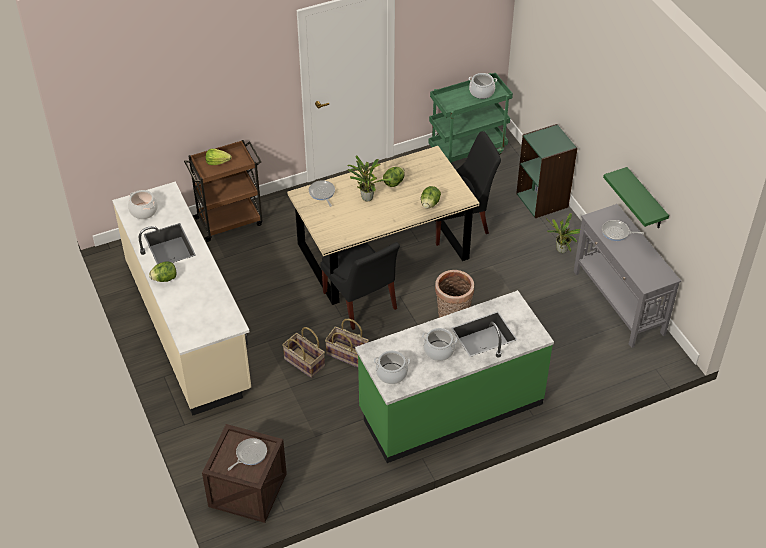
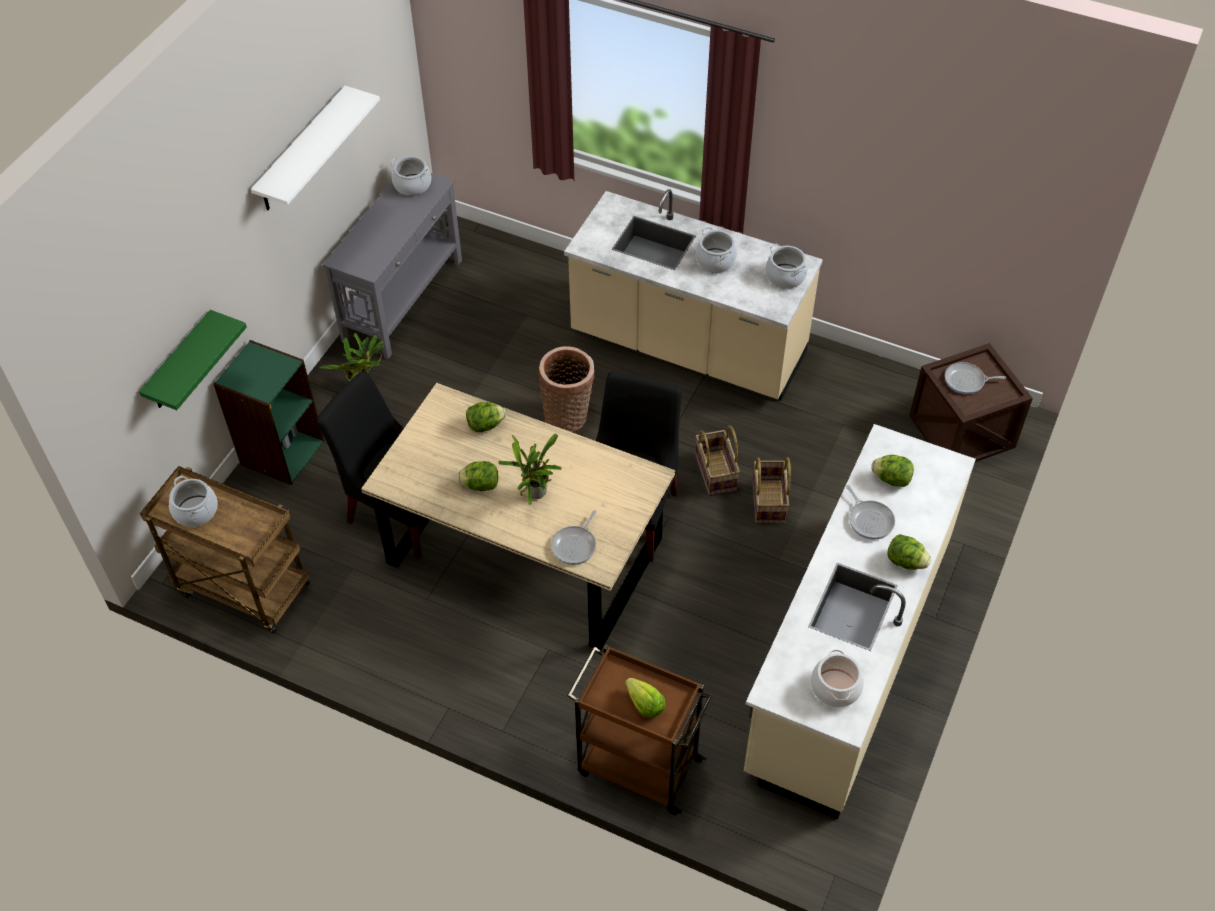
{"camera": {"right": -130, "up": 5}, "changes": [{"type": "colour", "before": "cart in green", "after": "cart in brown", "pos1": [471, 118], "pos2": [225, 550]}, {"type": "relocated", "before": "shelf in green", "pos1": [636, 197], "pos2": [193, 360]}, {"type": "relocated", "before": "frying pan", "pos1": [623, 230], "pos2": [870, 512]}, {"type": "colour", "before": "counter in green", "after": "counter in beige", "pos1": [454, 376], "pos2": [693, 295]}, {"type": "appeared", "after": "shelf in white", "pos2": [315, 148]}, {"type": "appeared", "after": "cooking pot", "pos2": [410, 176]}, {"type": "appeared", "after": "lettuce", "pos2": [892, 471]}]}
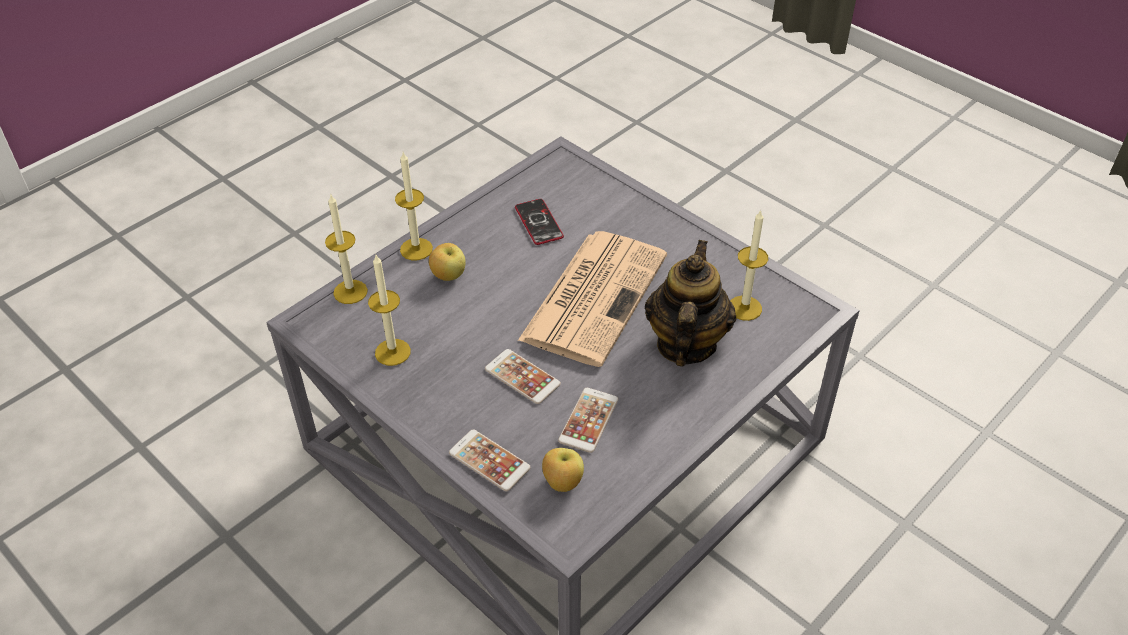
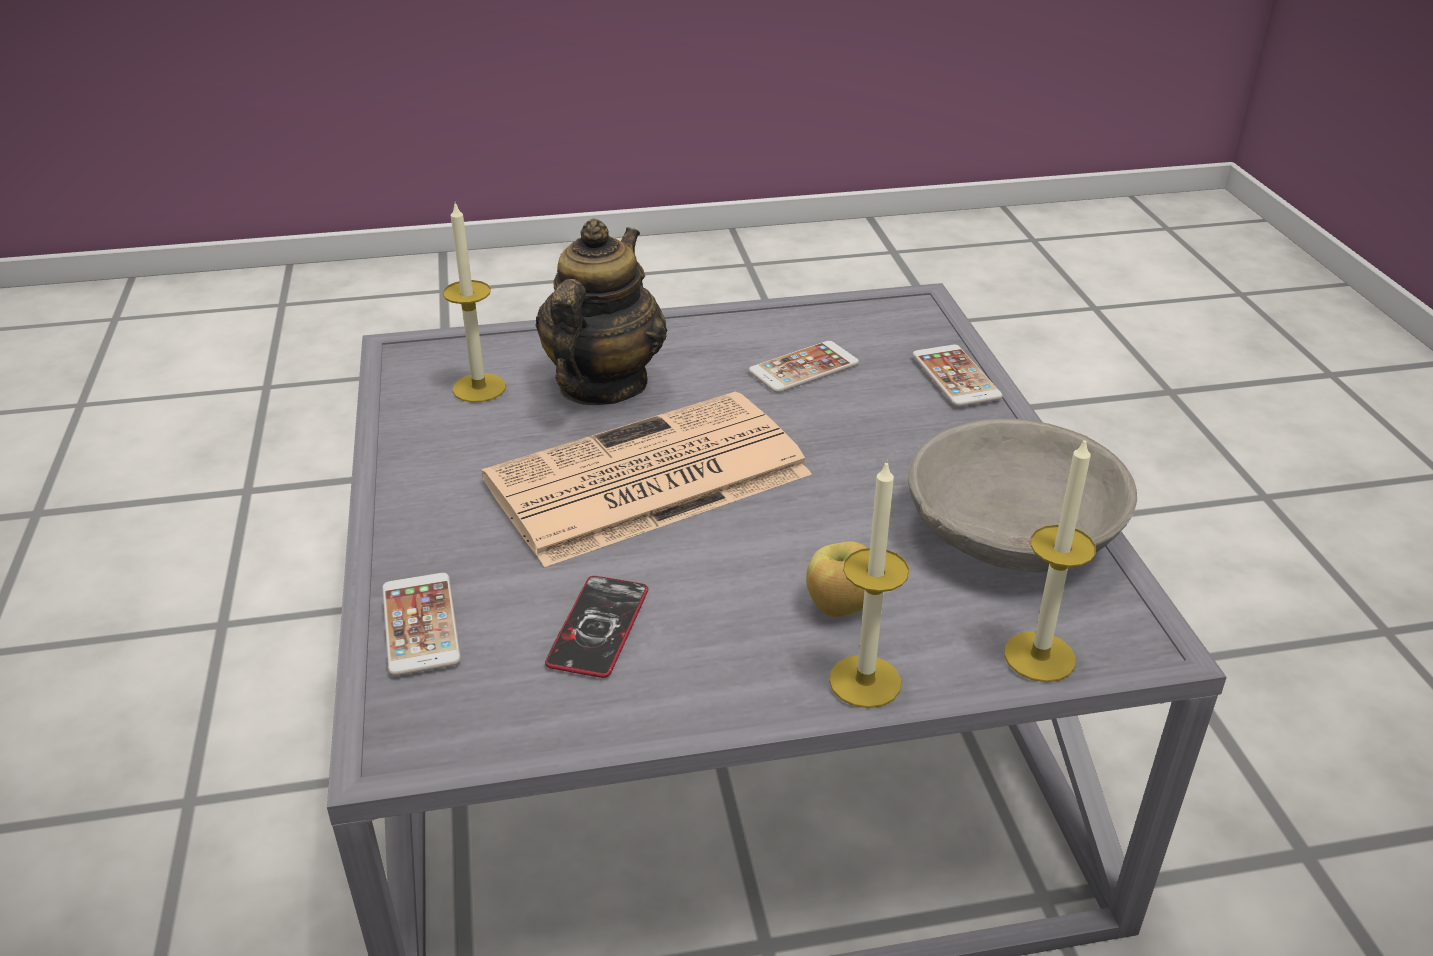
{"camera": {"right": -145, "up": -10}, "changes": [{"type": "spun", "before": "teapot", "pos1": [690, 303], "pos2": [601, 312], "turn": 150}, {"type": "exchanged", "before": "candle", "after": "bowl in grey", "pos1": [389, 310], "pos2": [1022, 495]}, {"type": "relocated", "before": "phone", "pos1": [523, 376], "pos2": [421, 624]}, {"type": "missing", "before": "apple", "pos1": [563, 470]}]}
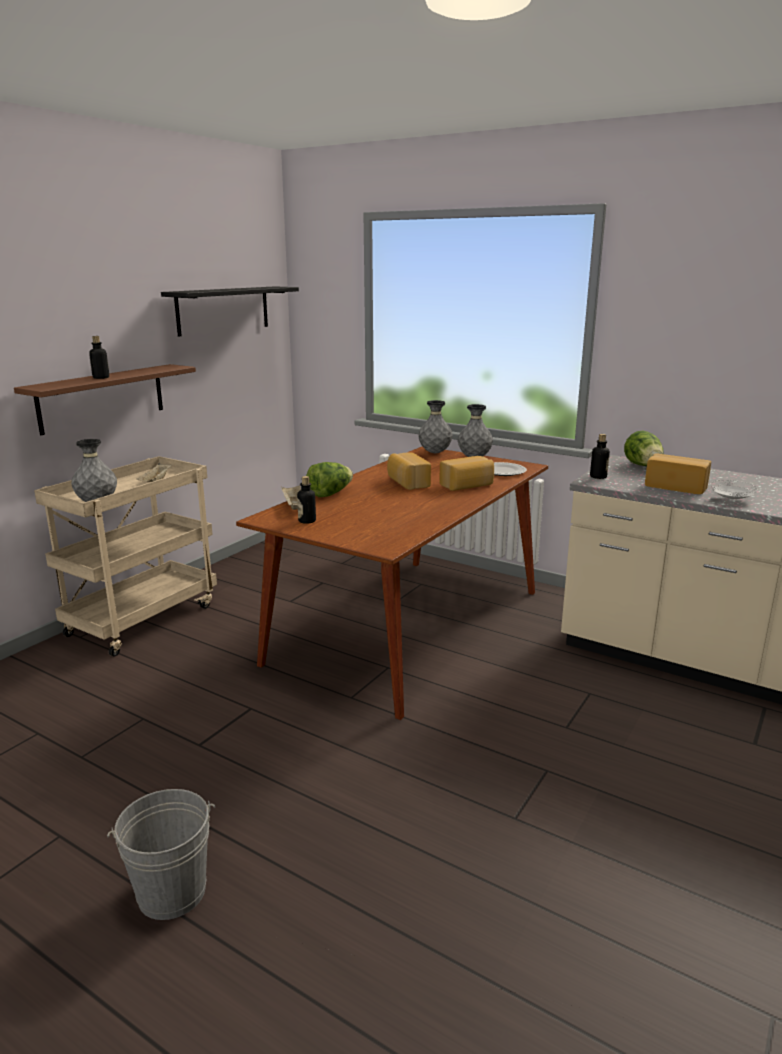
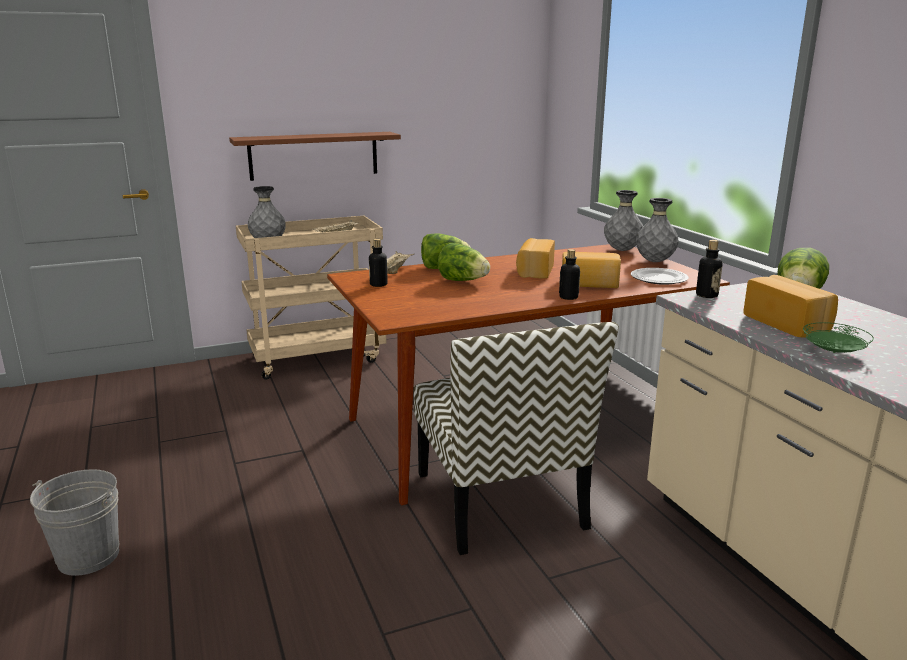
{"camera": {"right": 35, "up": 0}, "changes": [{"type": "missing", "before": "shelf in black", "pos1": [230, 312]}, {"type": "relocated", "before": "bottle", "pos1": [99, 357], "pos2": [569, 274]}, {"type": "colour", "before": "plate in white", "after": "plate in green", "pos1": [734, 490], "pos2": [838, 337]}, {"type": "appeared", "after": "lettuce", "pos2": [464, 262]}, {"type": "appeared", "after": "chair", "pos2": [516, 438]}]}
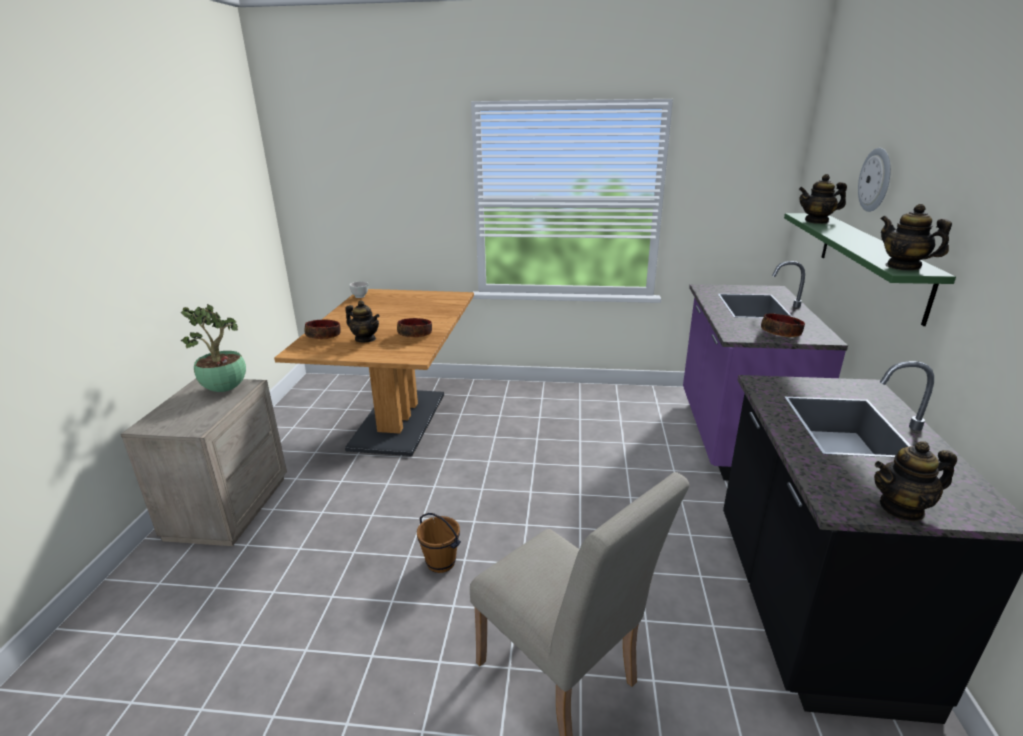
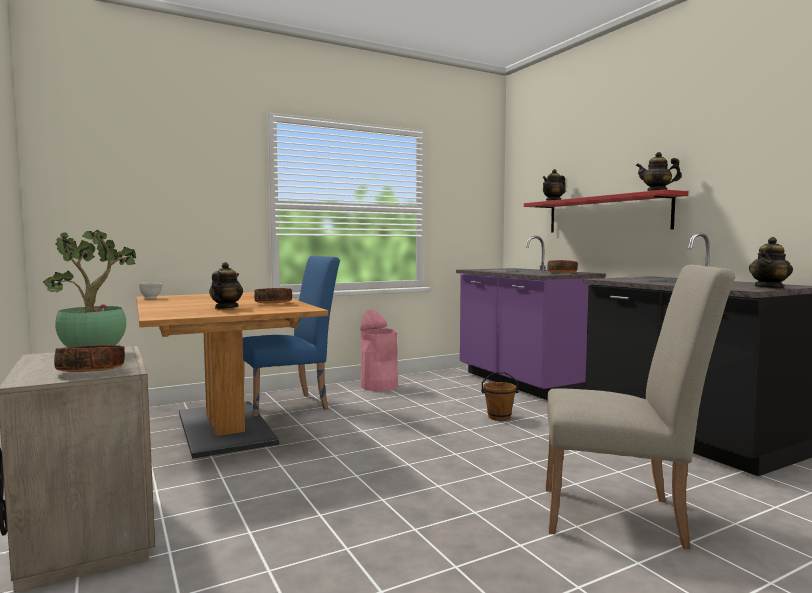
{"camera": {"right": -35, "up": -20}, "changes": [{"type": "missing", "before": "wall clock", "pos1": [874, 180]}, {"type": "colour", "before": "shelf in green", "after": "shelf in red", "pos1": [870, 269], "pos2": [606, 211]}, {"type": "spun", "before": "teapot", "pos1": [362, 321], "pos2": [226, 285], "turn": -75}, {"type": "relocated", "before": "bowl", "pos1": [323, 329], "pos2": [89, 358]}, {"type": "relocated", "before": "bucket in brown", "pos1": [439, 543], "pos2": [500, 396]}, {"type": "appeared", "after": "chair in blue", "pos2": [291, 336]}, {"type": "appeared", "after": "trash can in pink", "pos2": [379, 350]}]}
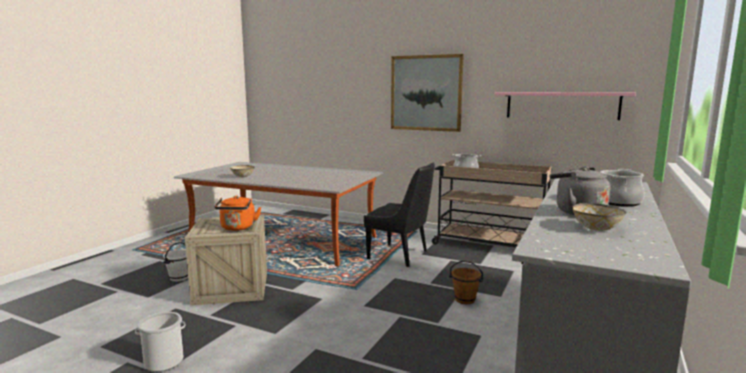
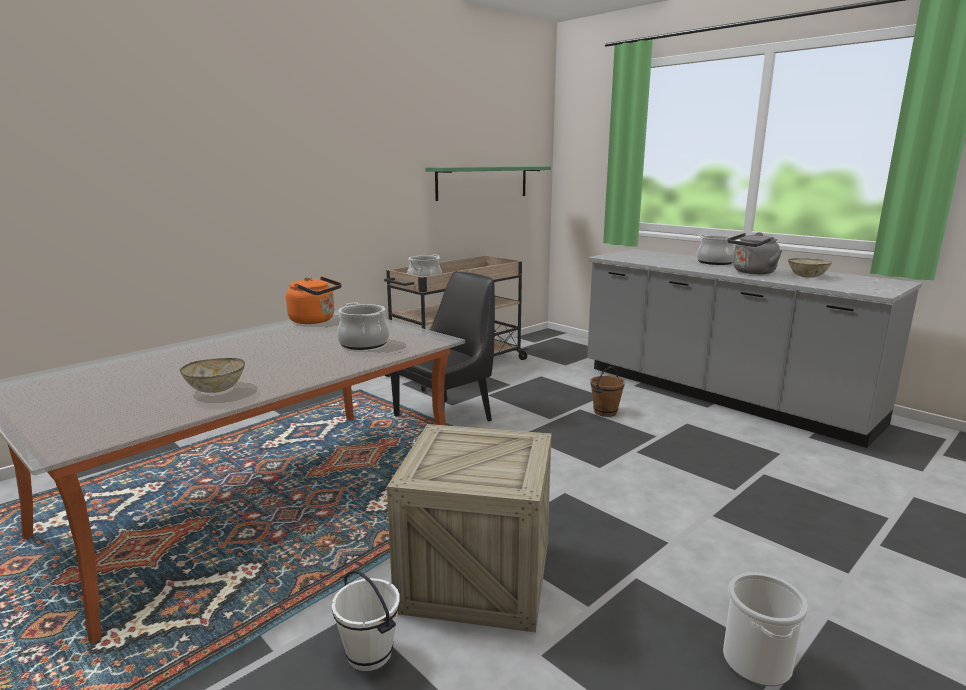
{"camera": {"right": -70, "up": 5}, "changes": [{"type": "missing", "before": "picture", "pos1": [427, 93]}, {"type": "colour", "before": "shelf in pink", "after": "shelf in green", "pos1": [565, 106], "pos2": [488, 183]}, {"type": "relocated", "before": "kettle in orange", "pos1": [238, 213], "pos2": [314, 300]}, {"type": "appeared", "after": "cooking pot", "pos2": [363, 326]}]}
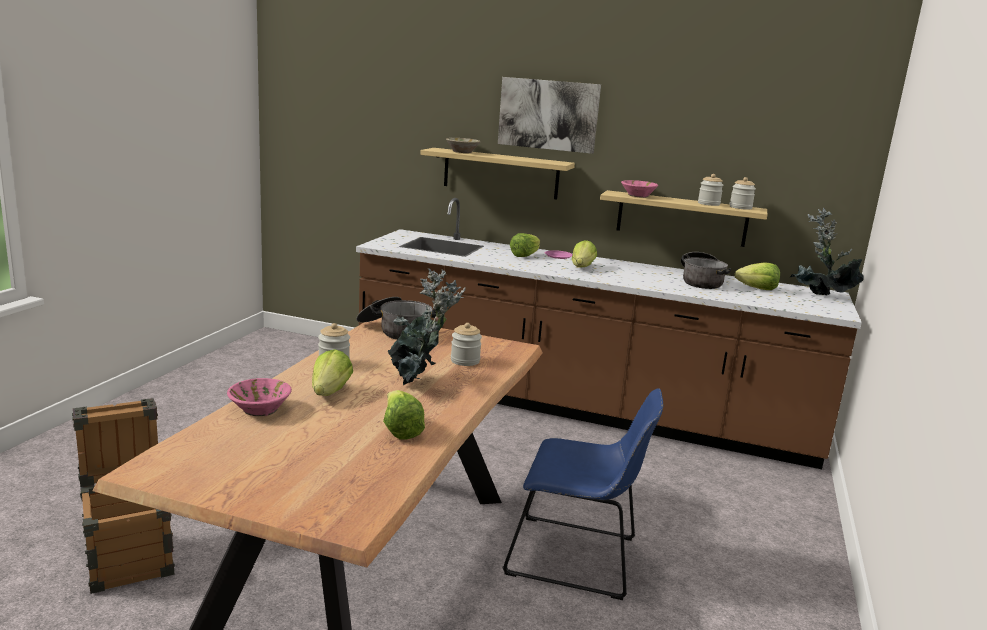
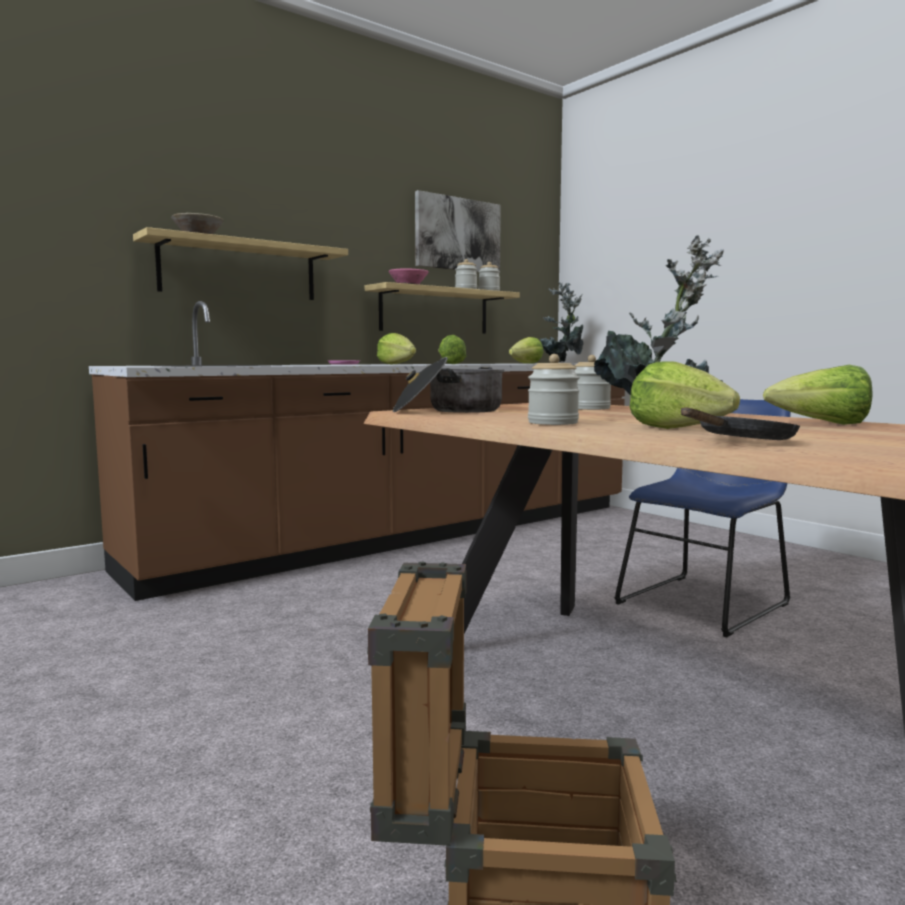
{"camera": {"right": -55, "up": -10}, "changes": [{"type": "relocated", "before": "picture", "pos1": [549, 115], "pos2": [458, 231]}, {"type": "relocated", "before": "lettuce", "pos1": [525, 245], "pos2": [452, 349]}, {"type": "missing", "before": "cooking pot", "pos1": [706, 270]}, {"type": "exchanged", "before": "bowl in pink", "after": "frying pan in black", "pos1": [259, 397], "pos2": [740, 423]}]}
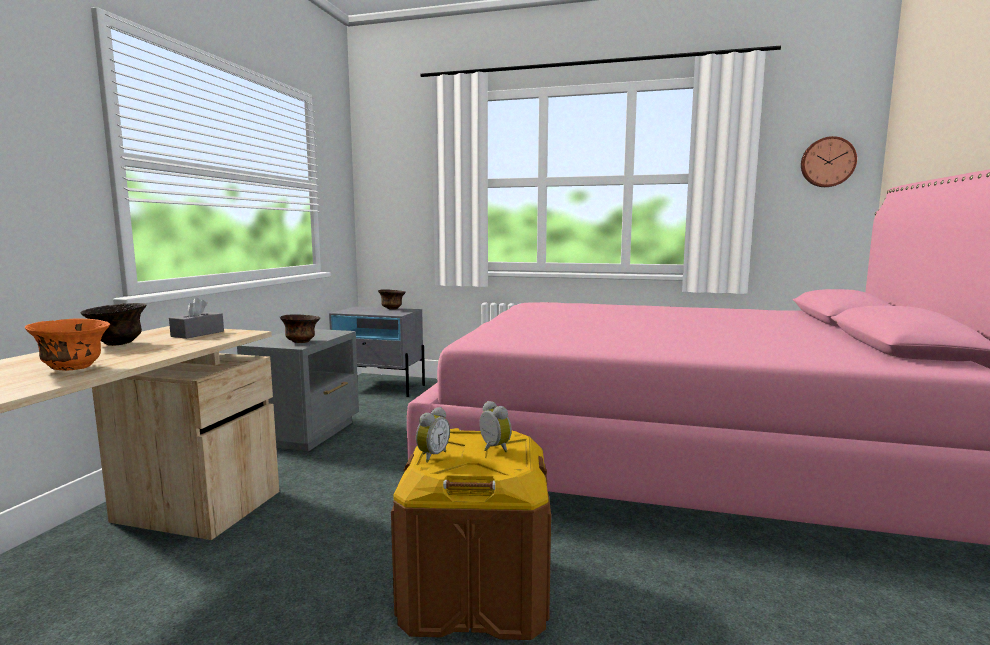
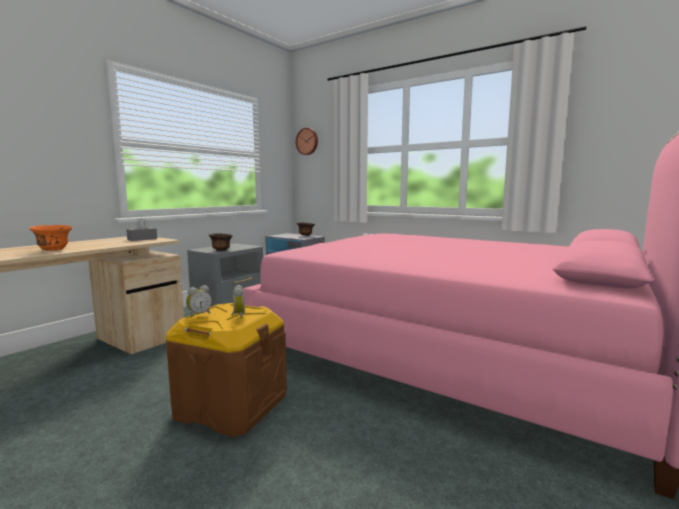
{"camera": {"right": 20, "up": 0}, "changes": [{"type": "relocated", "before": "wall clock", "pos1": [829, 161], "pos2": [307, 141]}, {"type": "missing", "before": "bowl in brown", "pos1": [113, 324]}]}
